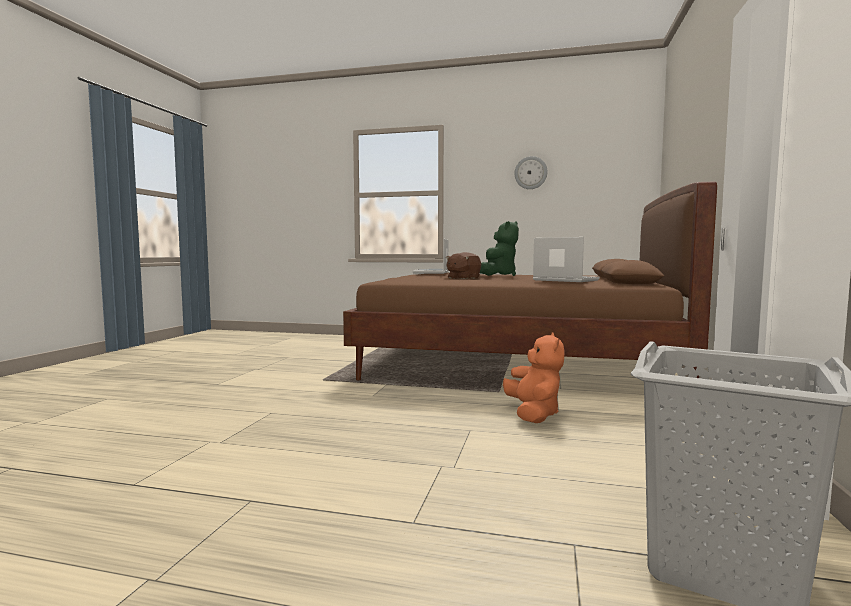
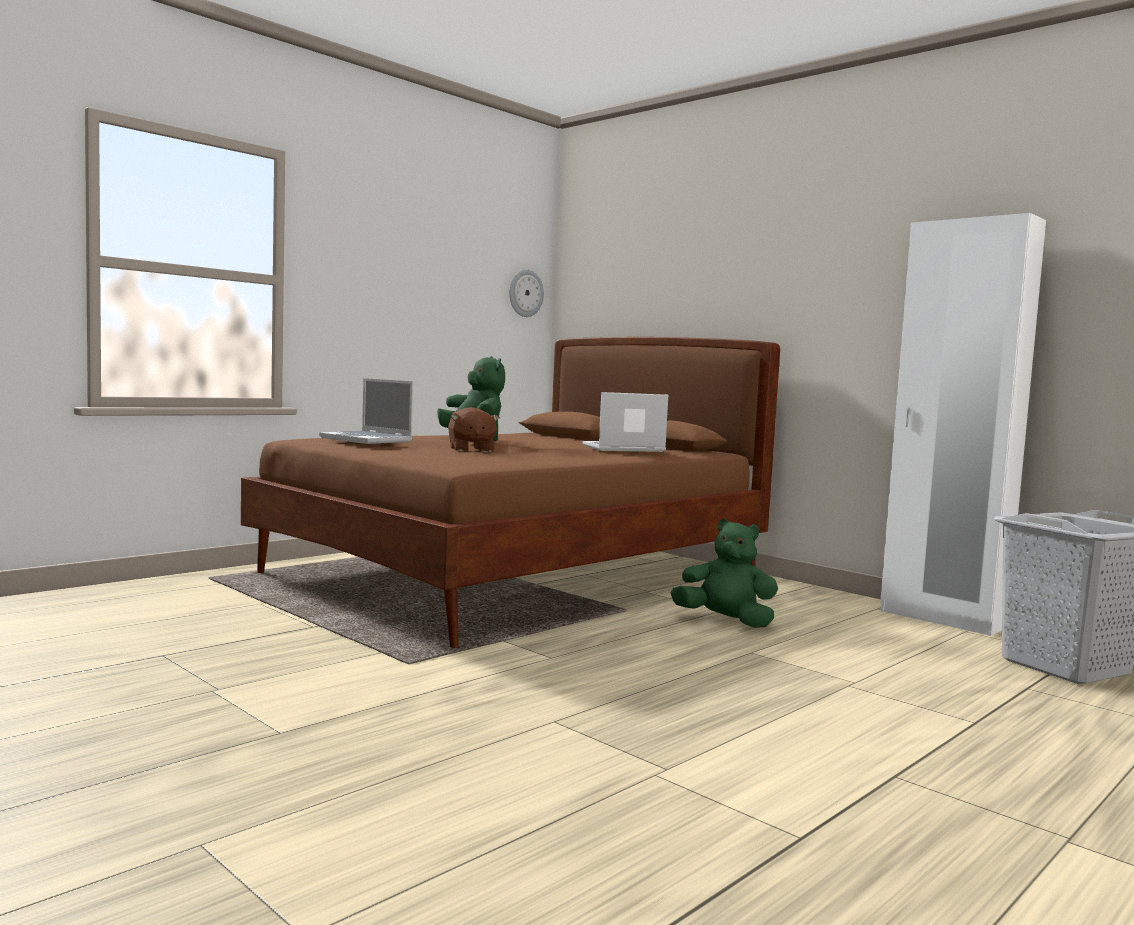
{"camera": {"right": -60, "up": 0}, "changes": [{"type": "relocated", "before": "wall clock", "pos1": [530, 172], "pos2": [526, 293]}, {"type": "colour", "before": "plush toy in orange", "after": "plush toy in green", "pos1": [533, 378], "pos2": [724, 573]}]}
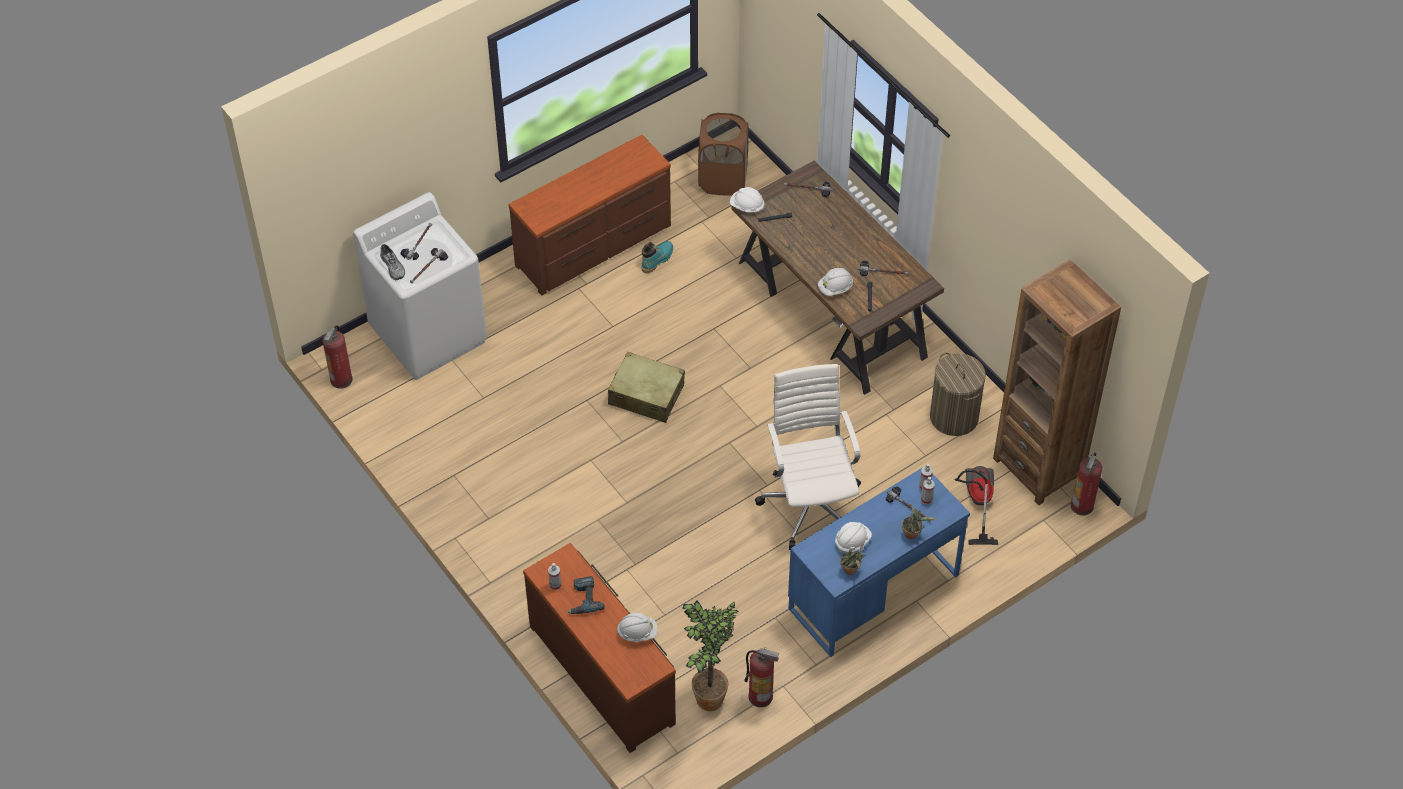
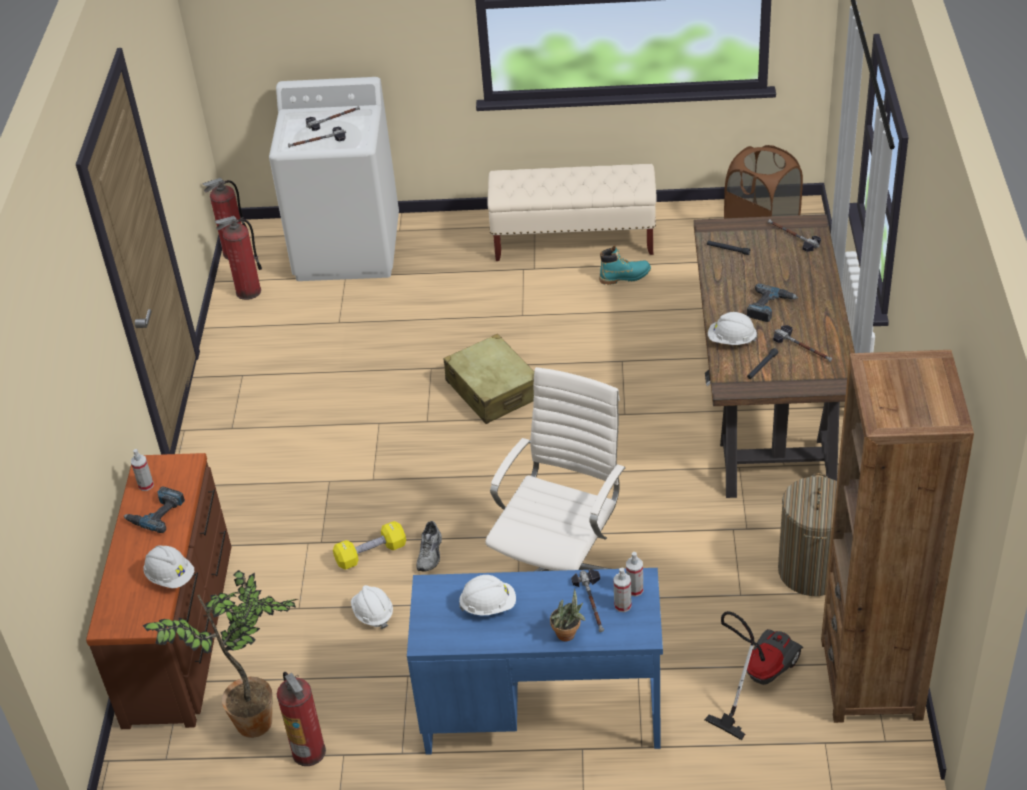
{"camera": {"right": 40, "up": -10}, "changes": [{"type": "exchanged", "before": "dresser in brown", "after": "bench in beige", "pos1": [589, 215], "pos2": [572, 212]}, {"type": "relocated", "before": "hard hat in white", "pos1": [747, 200], "pos2": [372, 607]}, {"type": "relocated", "before": "shoe in grey", "pos1": [392, 262], "pos2": [429, 546]}, {"type": "relocated", "before": "fire extinguisher", "pos1": [1086, 484], "pos2": [238, 258]}, {"type": "missing", "before": "potted plant", "pos1": [853, 559]}, {"type": "appeared", "after": "power drill", "pos2": [772, 302]}, {"type": "appeared", "after": "dumbbell in yellow", "pos2": [369, 545]}]}
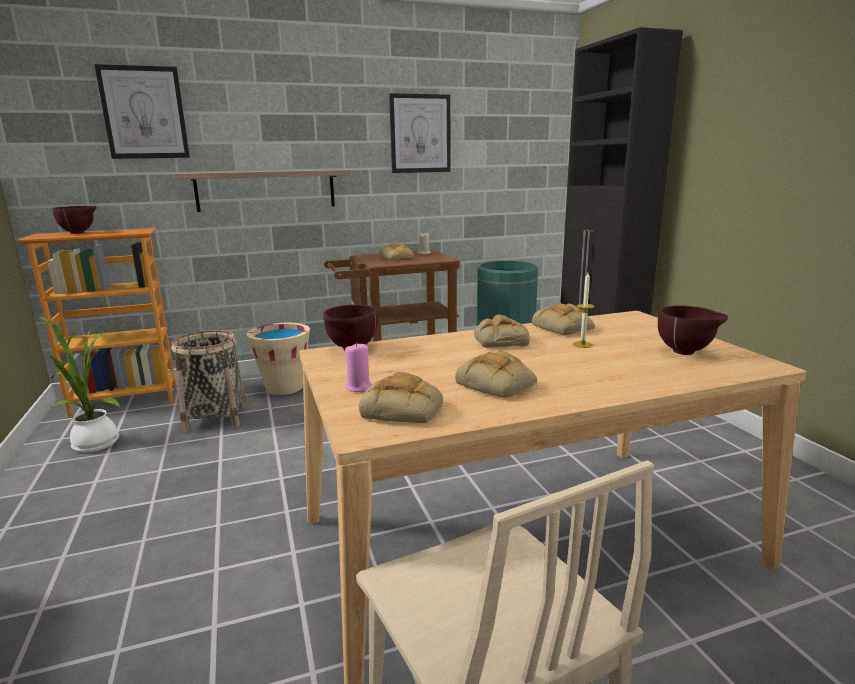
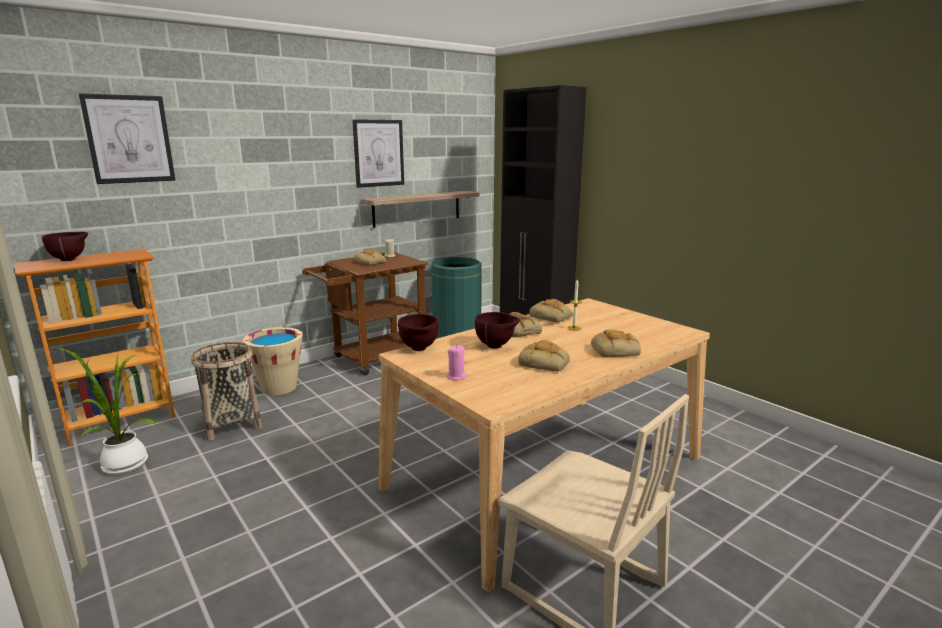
{"camera": {"right": -20, "up": 0}, "changes": [{"type": "relocated", "before": "shelf", "pos1": [262, 191], "pos2": [421, 209]}, {"type": "relocated", "before": "bowl in brown", "pos1": [693, 330], "pos2": [497, 330]}, {"type": "relocated", "before": "bread", "pos1": [401, 397], "pos2": [616, 343]}]}
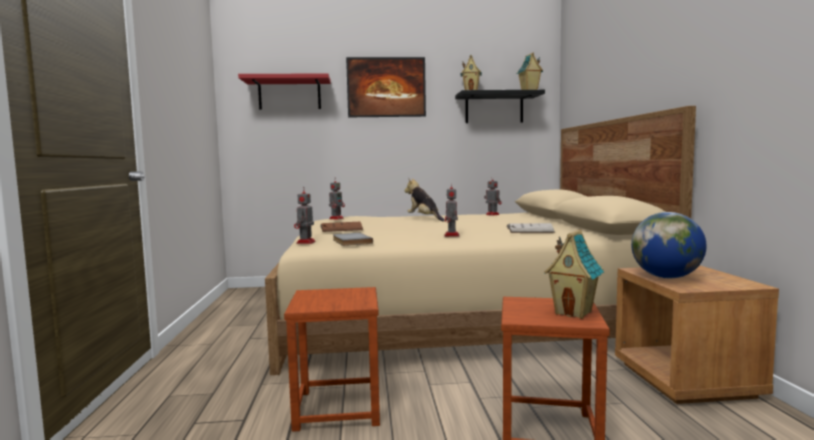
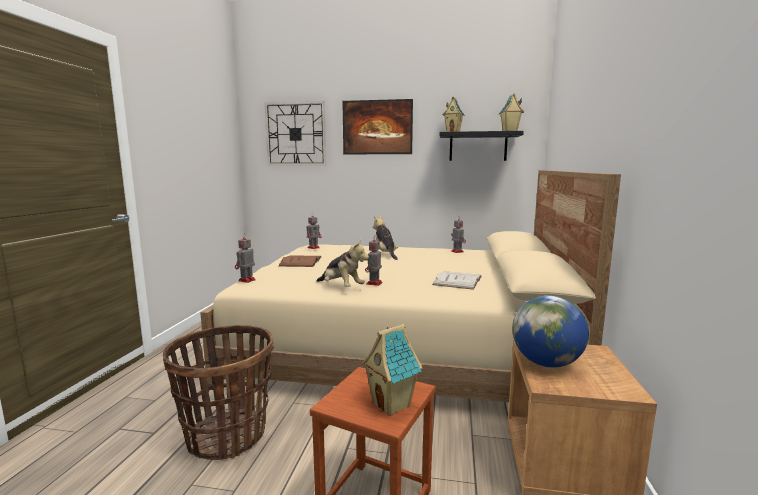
{"camera": {"right": 15, "up": 5}, "changes": [{"type": "exchanged", "before": "shelf in red", "after": "wall clock", "pos1": [284, 91], "pos2": [295, 133]}, {"type": "missing", "before": "book in grey", "pos1": [353, 239]}, {"type": "exchanged", "before": "stool in brown", "after": "basket", "pos1": [332, 359], "pos2": [218, 392]}, {"type": "appeared", "after": "plush toy", "pos2": [343, 263]}]}
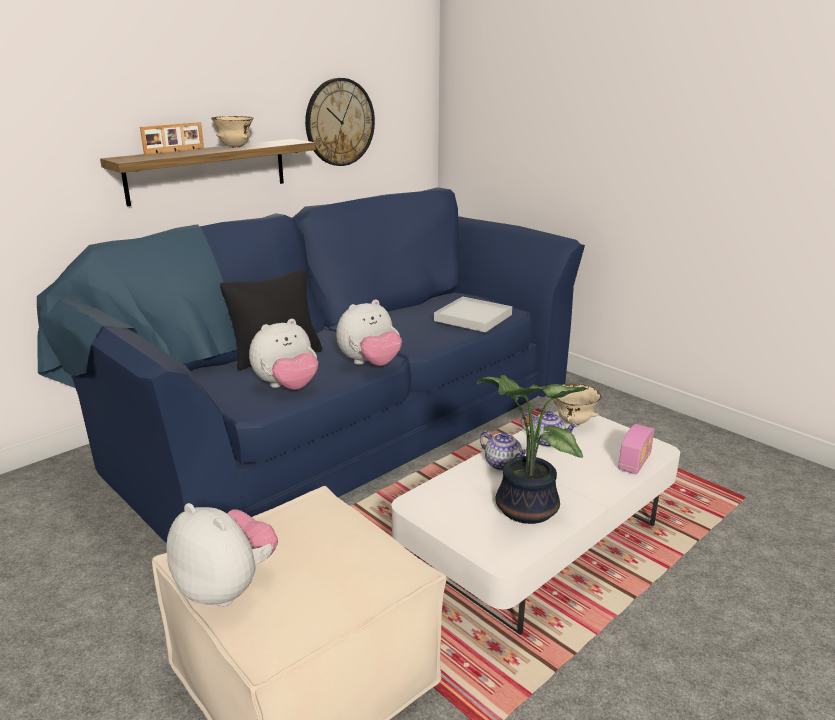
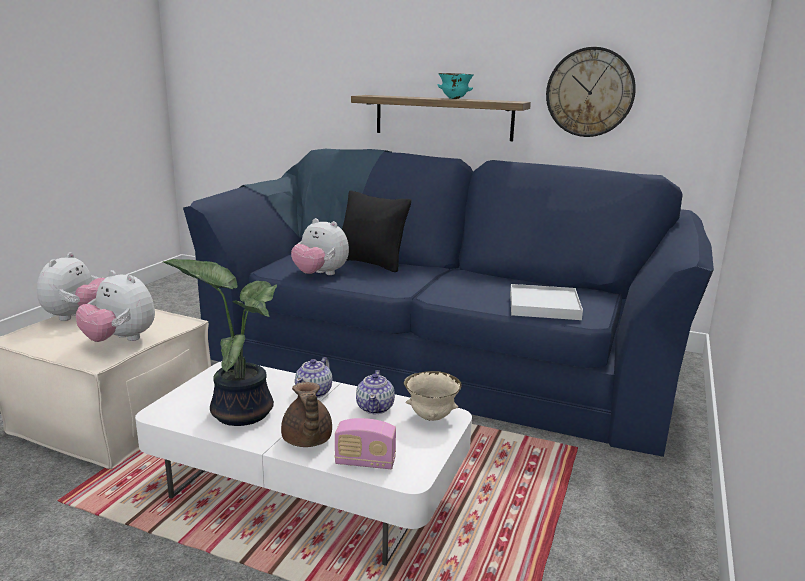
{"camera": {"right": 65, "up": -5}, "changes": [{"type": "colour", "before": "bowl in beige", "after": "bowl in turquoise", "pos1": [232, 132], "pos2": [455, 86]}, {"type": "missing", "before": "picture frame", "pos1": [172, 138]}, {"type": "relocated", "before": "plush toy", "pos1": [369, 332], "pos2": [115, 306]}, {"type": "appeared", "after": "teapot in brown", "pos2": [306, 414]}]}
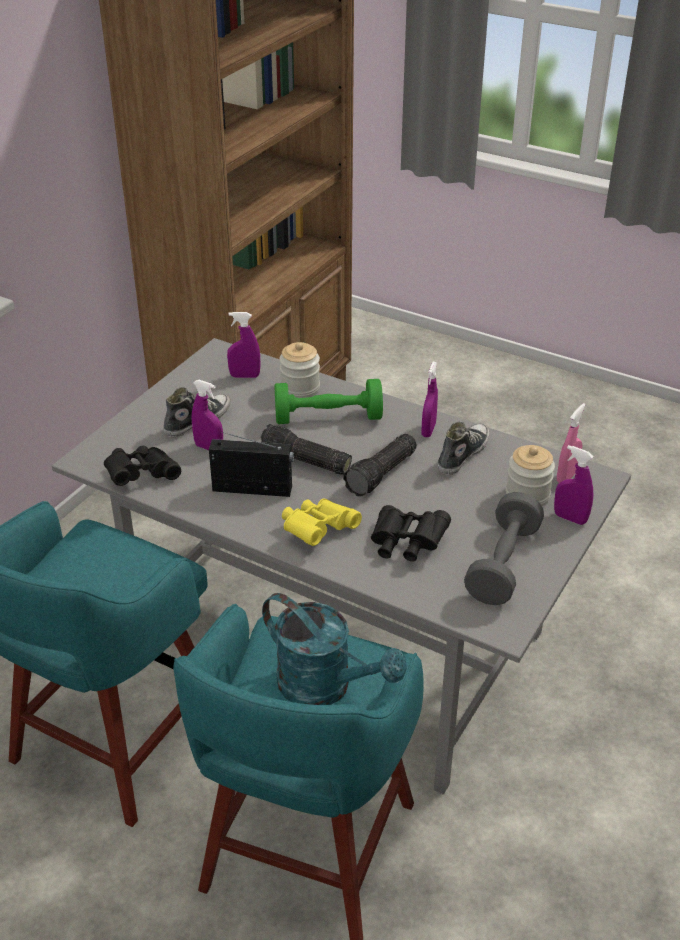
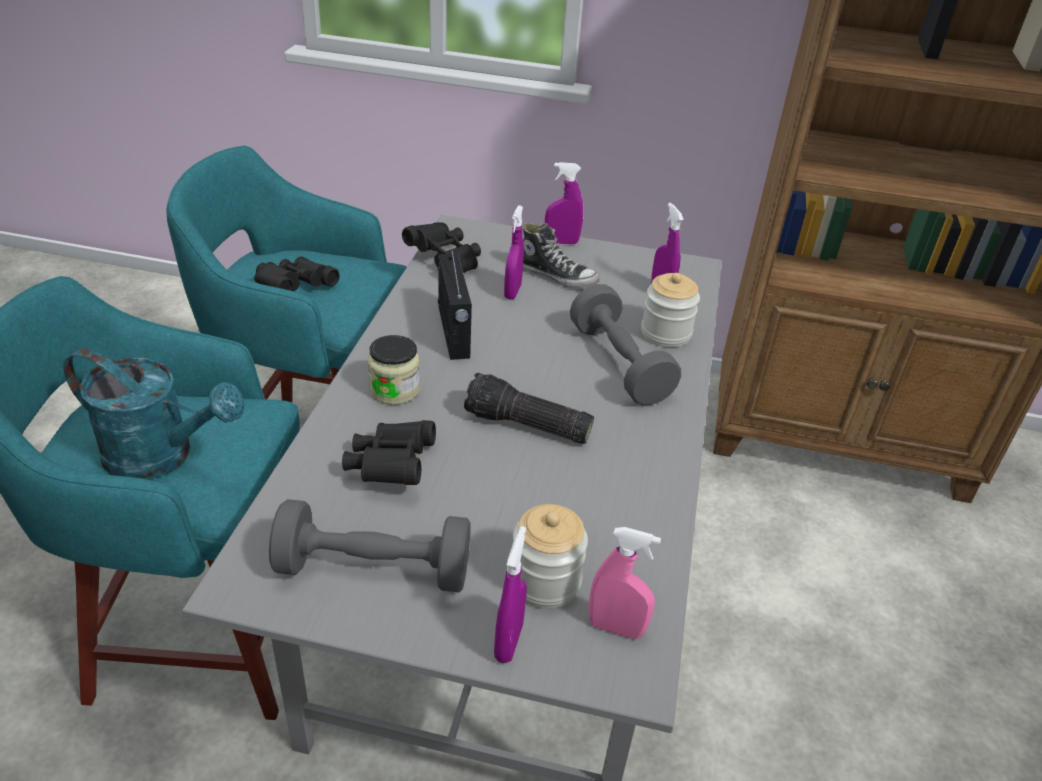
{"camera": {"right": 70, "up": 0}, "changes": [{"type": "relocated", "before": "spray bottle in purple", "pos1": [429, 399], "pos2": [564, 203]}, {"type": "colour", "before": "dumbbell in green", "after": "dumbbell in grey", "pos1": [328, 401], "pos2": [625, 344]}, {"type": "missing", "before": "shoe", "pos1": [464, 448]}, {"type": "missing", "before": "flashlight", "pos1": [306, 449]}, {"type": "exchanged", "before": "binoculars in yellow", "after": "jar", "pos1": [322, 522], "pos2": [394, 370]}, {"type": "spun", "before": "watering can in turquoise", "pos1": [334, 649], "pos2": [154, 414], "turn": -90}, {"type": "appeared", "after": "binoculars in black", "pos2": [297, 273]}]}
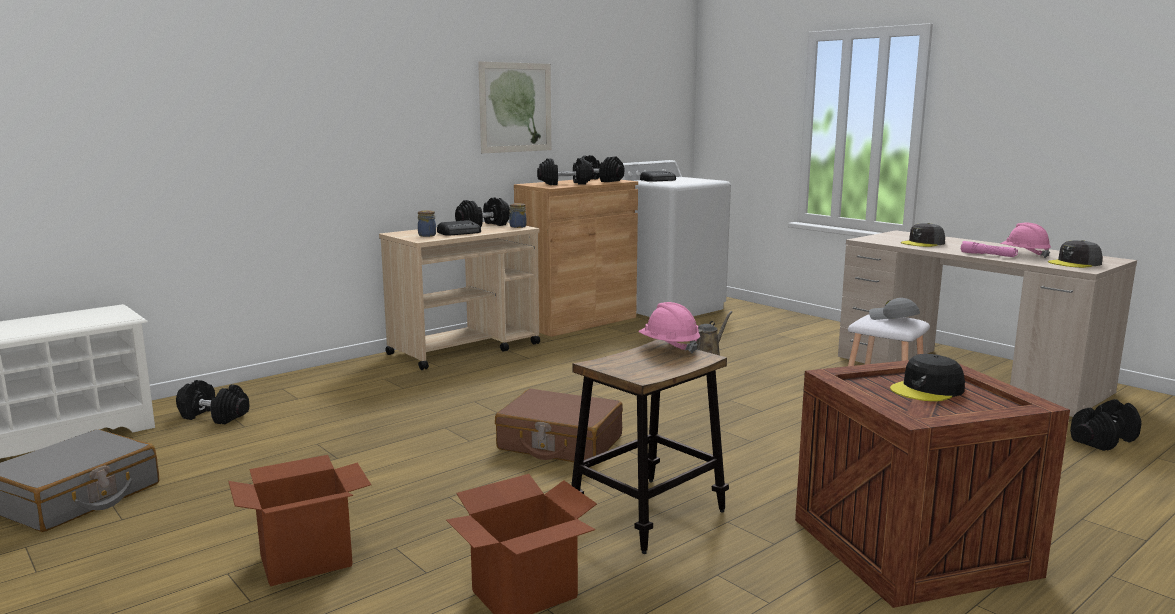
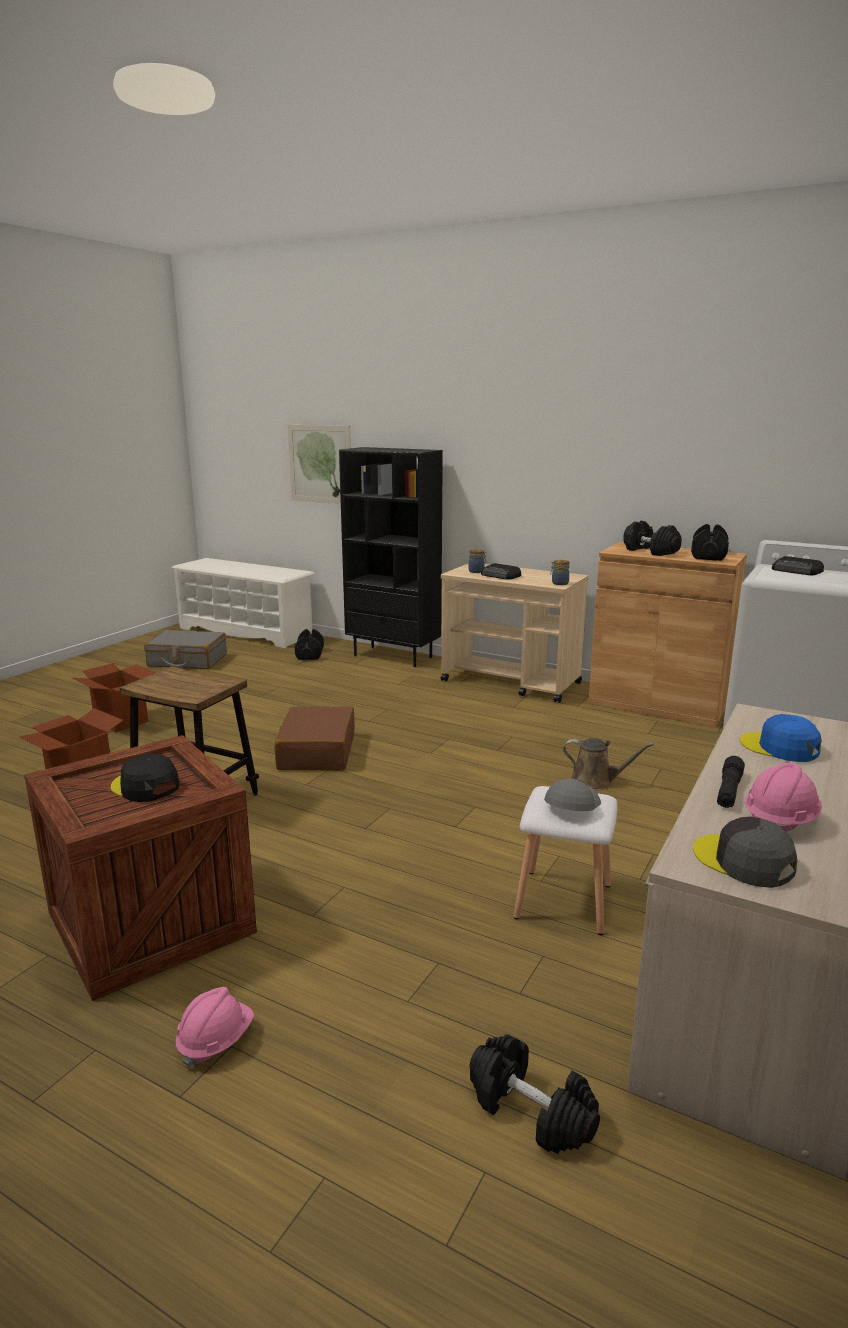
{"camera": {"right": 70, "up": 5}, "changes": [{"type": "relocated", "before": "picture", "pos1": [514, 107], "pos2": [319, 464]}, {"type": "missing", "before": "dumbbell in black", "pos1": [482, 212]}, {"type": "colour", "before": "cap in grey", "after": "cap in blue", "pos1": [923, 235], "pos2": [781, 738]}, {"type": "colour", "before": "flashlight in pink", "after": "flashlight in black", "pos1": [989, 249], "pos2": [731, 782]}, {"type": "relocated", "before": "hard hat in pink", "pos1": [669, 327], "pos2": [215, 1027]}, {"type": "appeared", "after": "bookcase in black", "pos2": [391, 557]}]}
